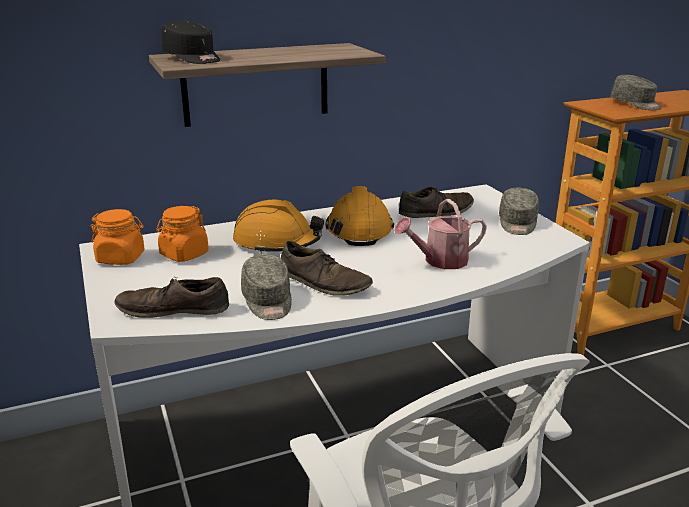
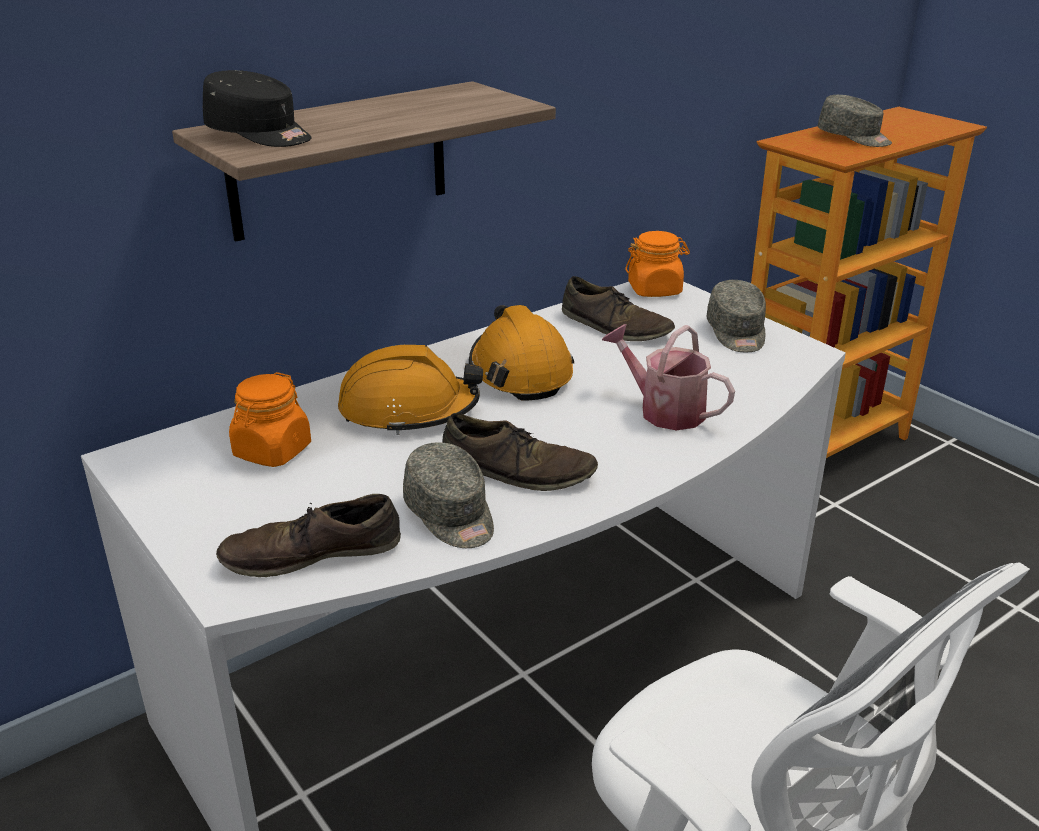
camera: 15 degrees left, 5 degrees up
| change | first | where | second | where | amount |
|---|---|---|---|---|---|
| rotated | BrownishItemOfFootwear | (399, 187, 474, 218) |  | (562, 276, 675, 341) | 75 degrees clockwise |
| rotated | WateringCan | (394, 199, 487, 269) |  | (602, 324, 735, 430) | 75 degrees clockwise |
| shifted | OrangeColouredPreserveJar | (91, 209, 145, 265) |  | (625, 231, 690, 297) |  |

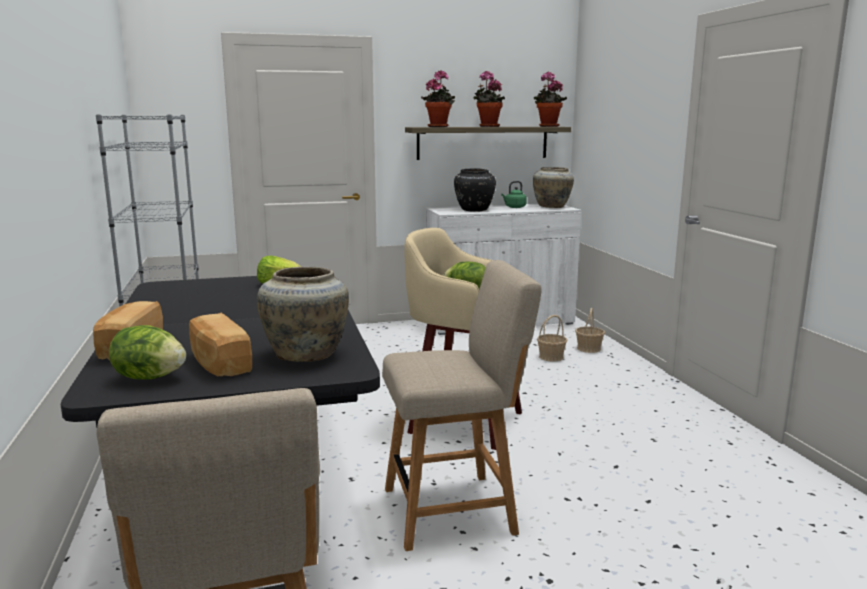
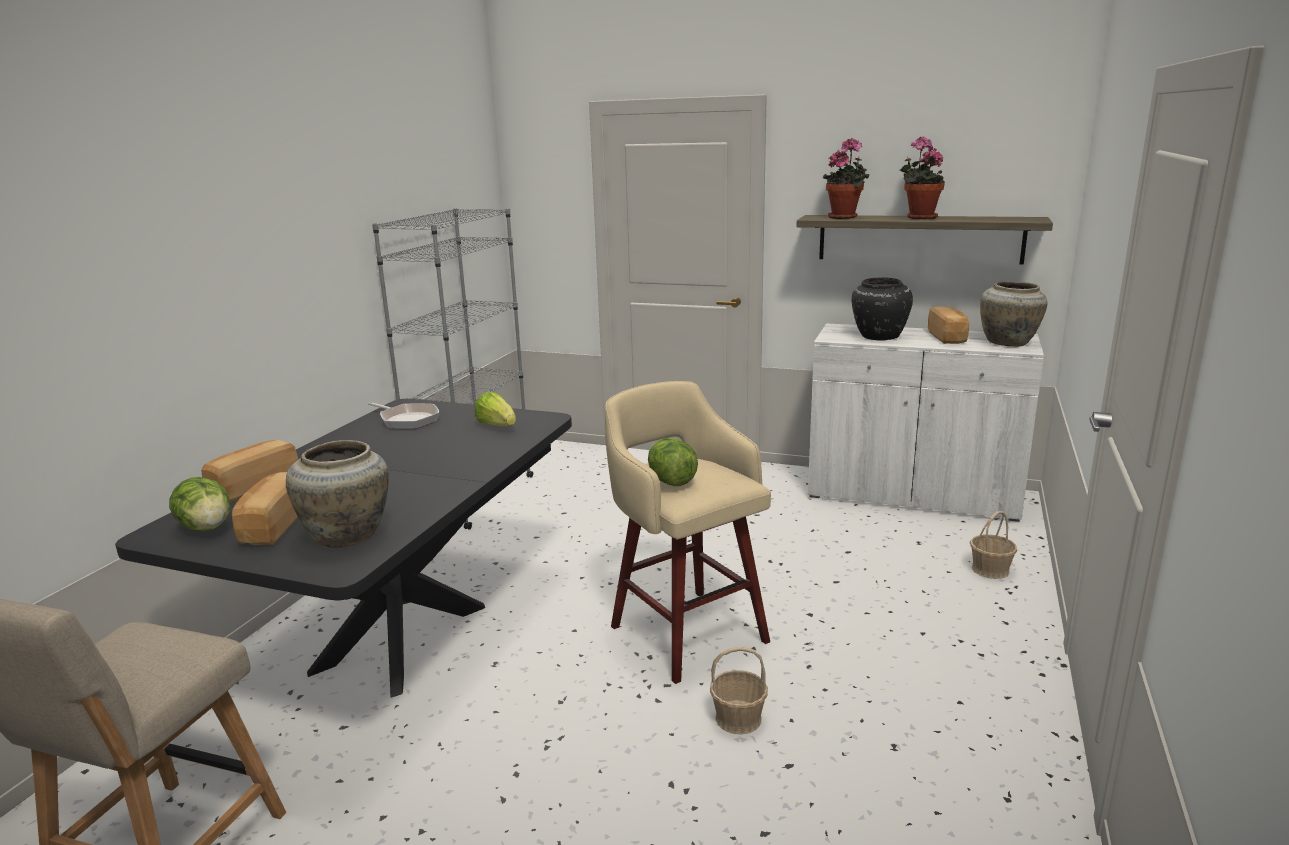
camera: 35 degrees right, 5 degrees up
| change | first | where | second | where | amount |
|---|---|---|---|---|---|
| new |  |  | Skillet | (368, 402, 439, 429) |  |
| shifted | HouseholdBasket | (537, 315, 567, 362) |  | (710, 647, 768, 735) |  |
| swapped | GreenColouredTeaKettle | (501, 181, 527, 208) | BakeryBread | (928, 306, 969, 344) |  |
| gone | BeigeColouredChair | (382, 260, 541, 551) |  |  |  |
| gone | PottedPlant | (534, 71, 567, 127) |  |  |  |

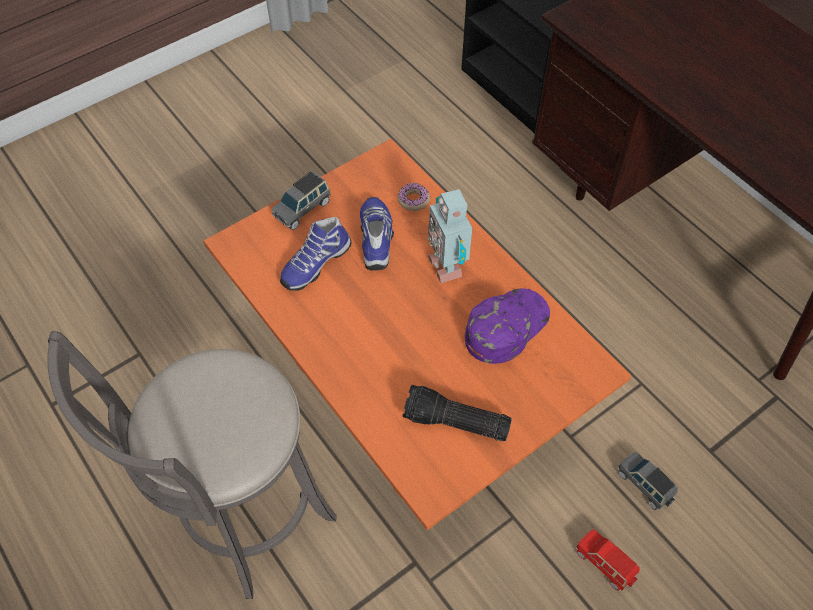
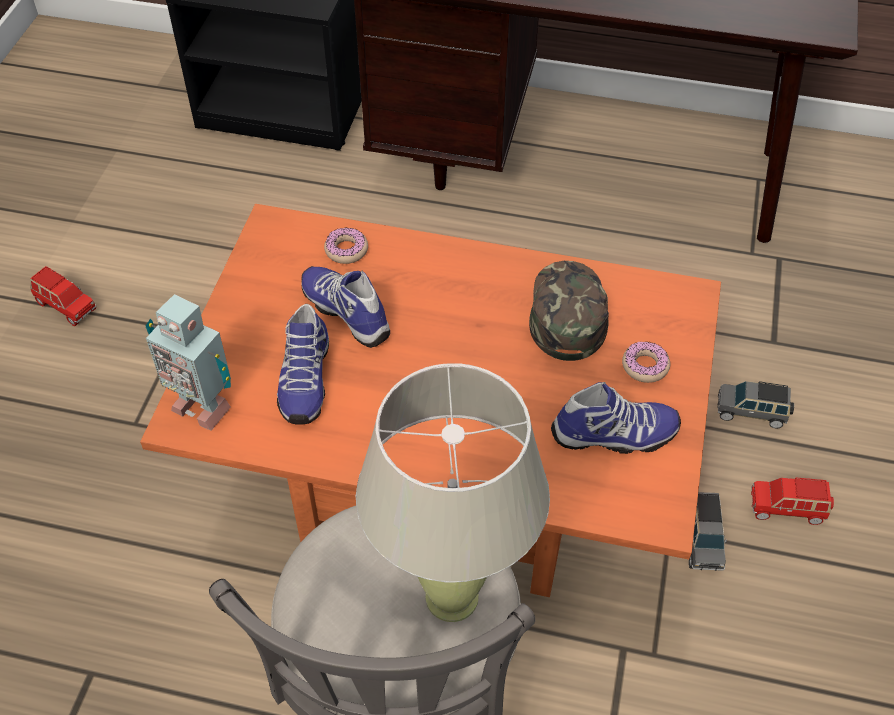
camera: 40 degrees left, 5 degrees down
| change | first | where | second | where | amount |
|---|---|---|---|---|---|
| new |  |  | ReddishModelCar | (30, 266, 96, 326) |  |
| shifted | ToyRobot | (427, 189, 472, 283) |  | (145, 294, 231, 431) |  |
| new |  |  | BeigeColouredTableLamp | (356, 364, 550, 622) |  |
| repainted | PurpleBaseballCap | (465, 288, 550, 364) | GreenColouredBaseballCap | (529, 261, 609, 361) |  |
| swapped | Torch | (402, 385, 512, 441) | ItemOfFootwear | (551, 382, 681, 454) |  |
| new |  |  | Doughnut | (622, 342, 670, 383) |  |
| shifted | GreyishModelCar | (272, 171, 331, 230) |  | (689, 492, 727, 571) |  |

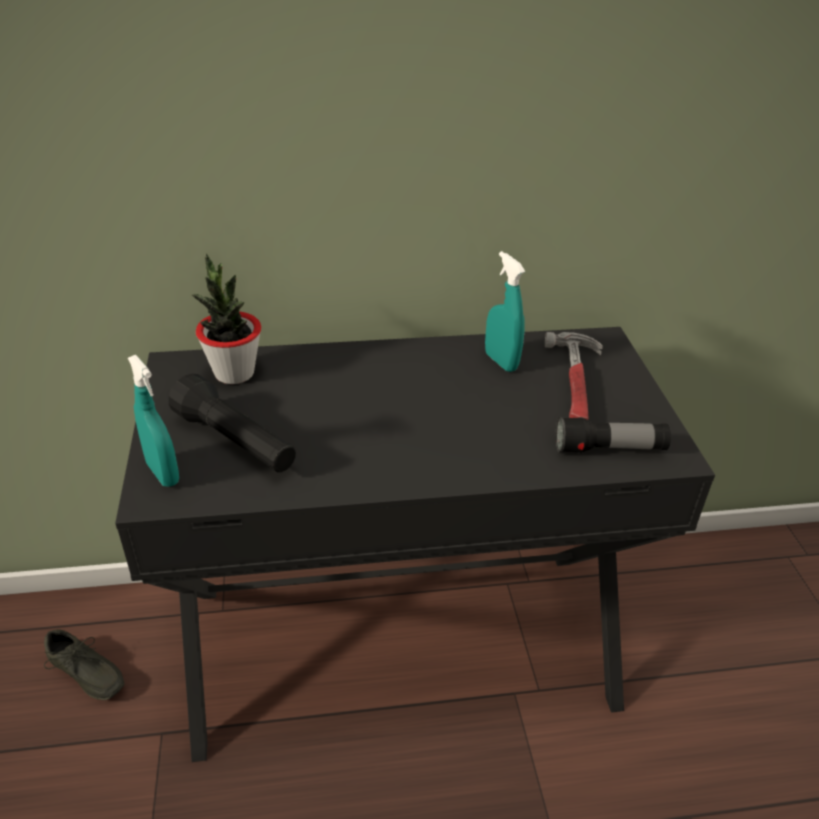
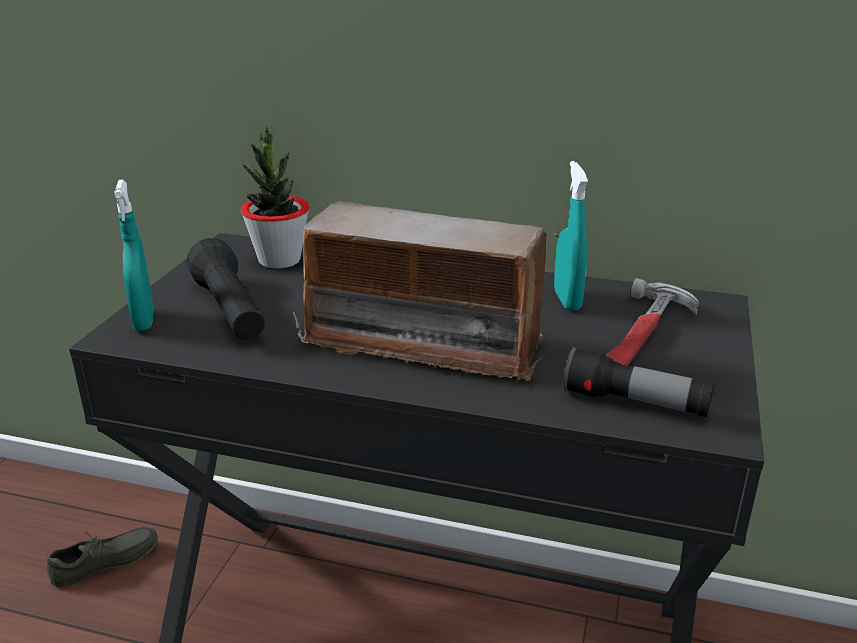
camera: 25 degrees right, 10 degrees down
| change | first | where | second | where | amount |
|---|---|---|---|---|---|
| rotated | GreyishItemOfFootwear | (44, 629, 125, 700) |  | (47, 527, 158, 588) | 90 degrees counterclockwise |
| new |  |  | RadioReceiver | (293, 201, 559, 381) |  |

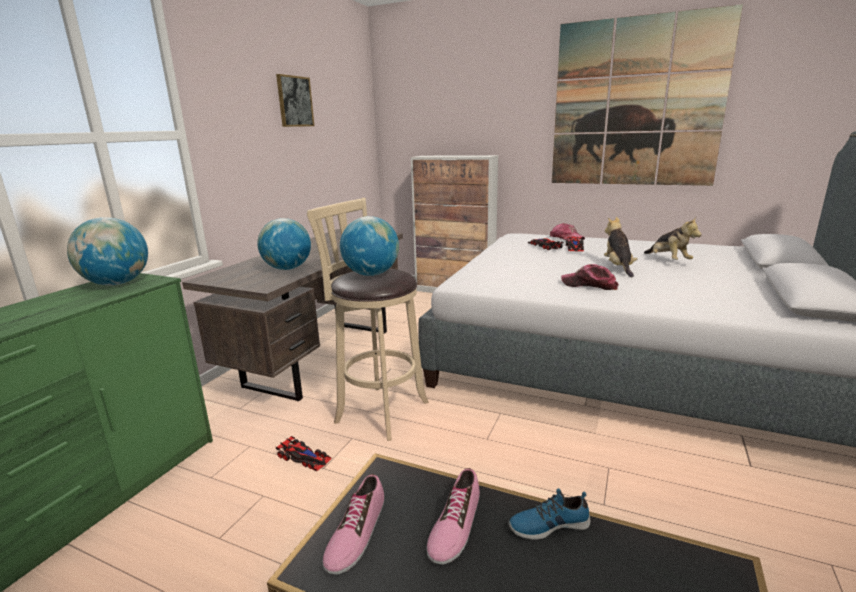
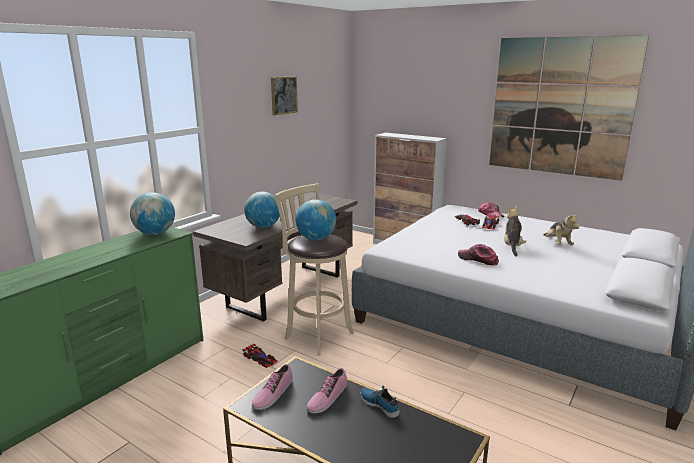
camera: 10 degrees right, 0 degrees up
| change | first | where | second | where | amount |
|---|---|---|---|---|---|
| rotated | ItemOfFootwear | (508, 488, 591, 540) |  | (360, 386, 400, 418) | 45 degrees clockwise |

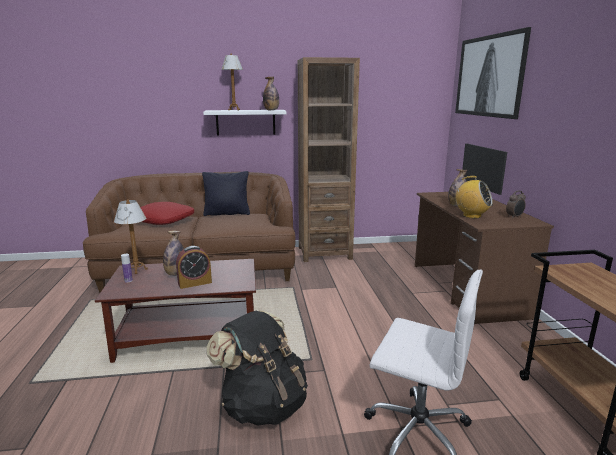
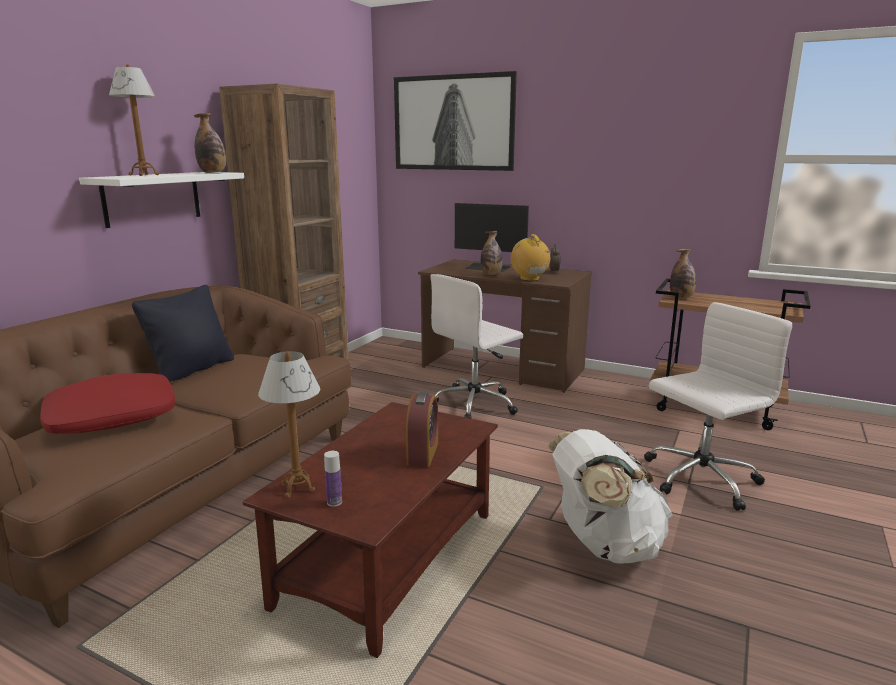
camera: 55 degrees left, 0 degrees up
| change | first | where | second | where | amount |
|---|---|---|---|---|---|
| new |  |  | WhiteDeskChair | (430, 274, 523, 419) |  |
| rotated | RadioReceiver | (454, 176, 493, 218) |  | (511, 234, 551, 281) | 90 degrees counterclockwise |
| repainted | BlackishRucksack | (207, 310, 308, 426) | WhiteRucksack | (548, 429, 673, 564) |  |
| shifted | BeverageBottle | (163, 231, 184, 276) |  | (670, 249, 696, 298) |  |

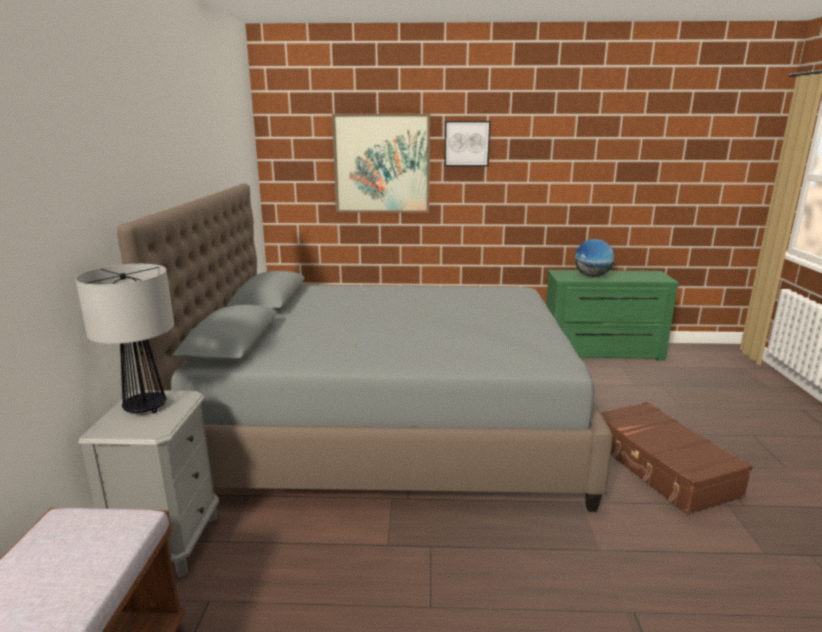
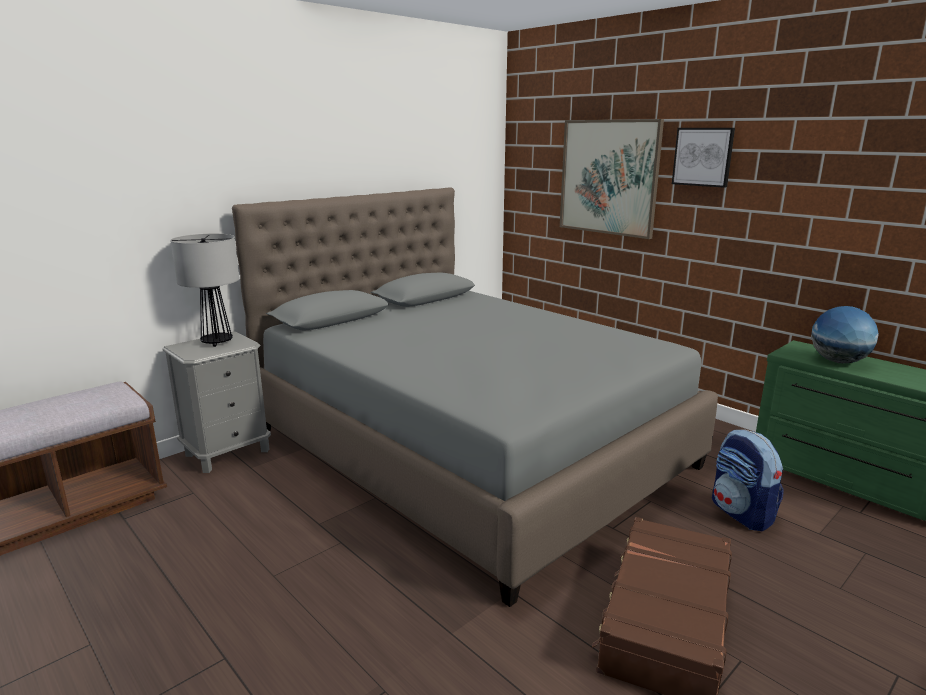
camera: 45 degrees right, 0 degrees up
| change | first | where | second | where | amount |
|---|---|---|---|---|---|
| new |  |  | Rucksack | (712, 430, 784, 531) |  |

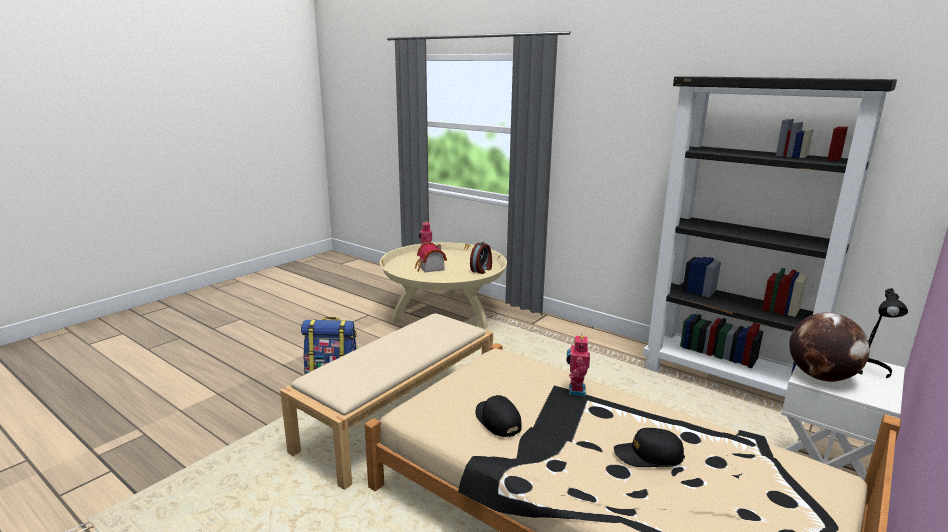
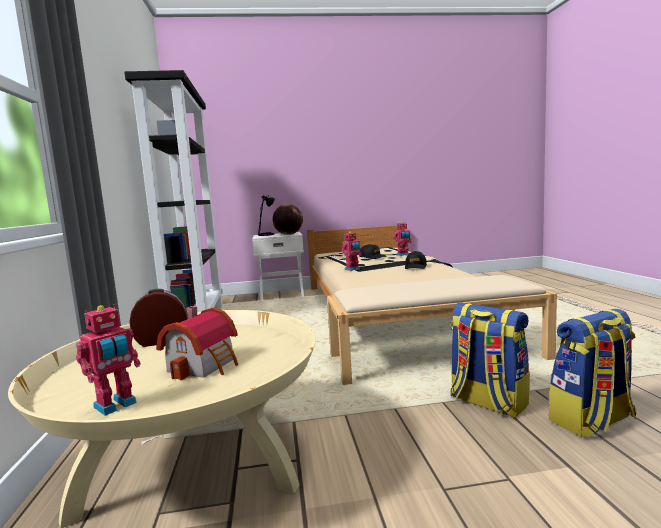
camera: 135 degrees left, 10 degrees down
| change | first | where | second | where | amount |
|---|---|---|---|---|---|
| new |  |  | ToyRobot | (394, 222, 412, 256) |  |
| new |  |  | Rucksack | (549, 309, 636, 437) |  |

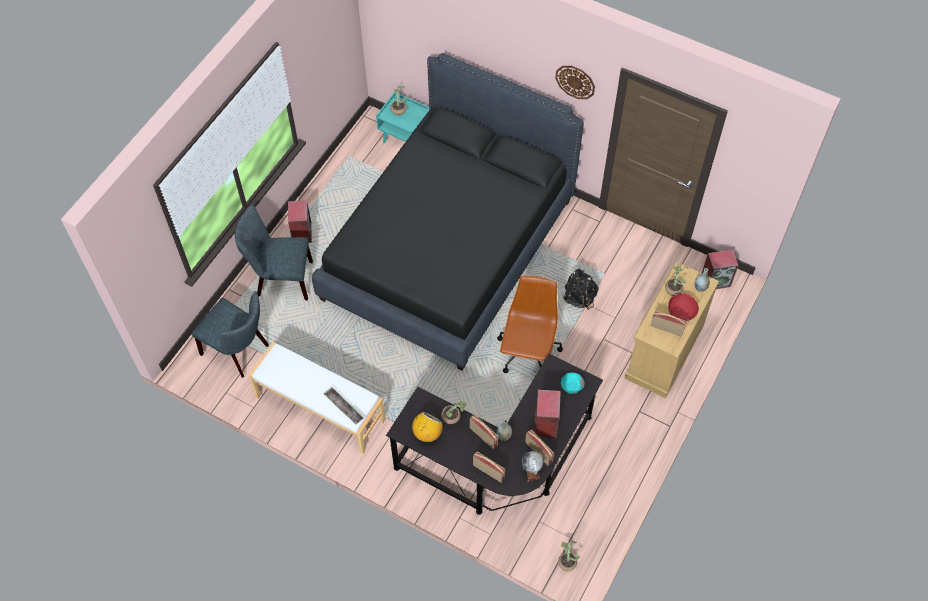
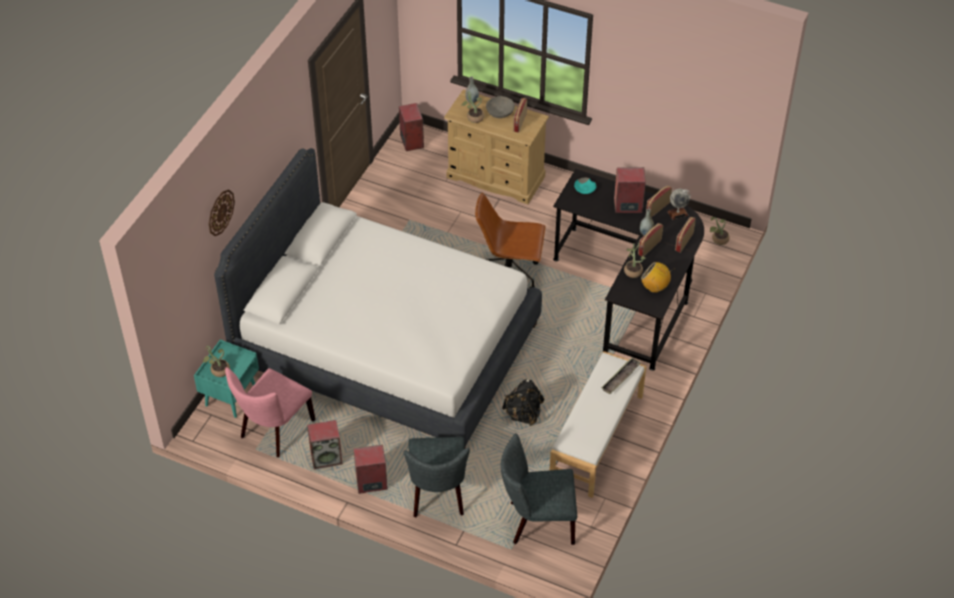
camera: 95 degrees left, 10 degrees down
| change | first | where | second | where | amount |
|---|---|---|---|---|---|
| shifted | ClockOnTheWall | (555, 66, 595, 99) |  | (209, 189, 235, 236) |  |
| repainted | BlackishSleepingBed | (312, 53, 584, 370) | WhiteSleepingBed | (214, 148, 542, 449) |  |
| new |  |  | PinkChair | (225, 367, 316, 457) |  |
| new |  |  | Loudspeaker | (307, 420, 343, 469) |  |
| repainted | ReddishServingBowl | (668, 293, 699, 321) | GreyishServingBowl | (486, 96, 515, 118) |  |
| rotated | GreyishChair | (191, 291, 269, 378) |  | (501, 433, 577, 545) | 120 degrees counterclockwise |
| shifted | BlackishRucksack | (563, 269, 599, 310) |  | (502, 379, 545, 426) |  |

